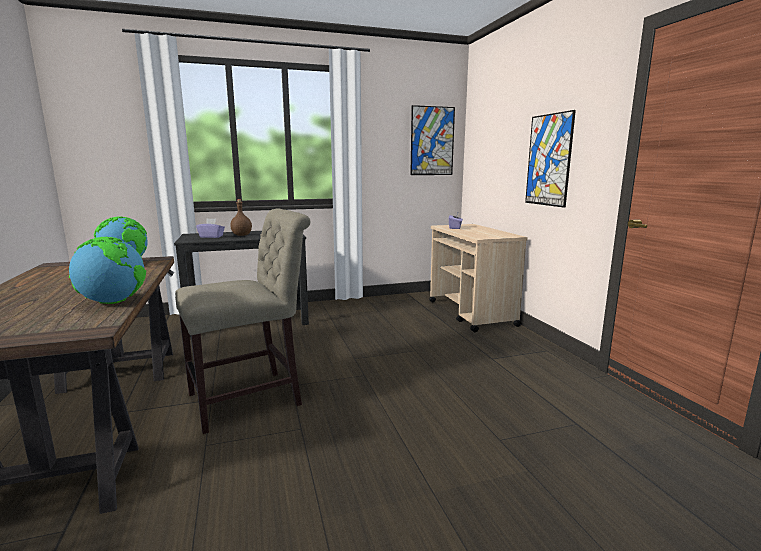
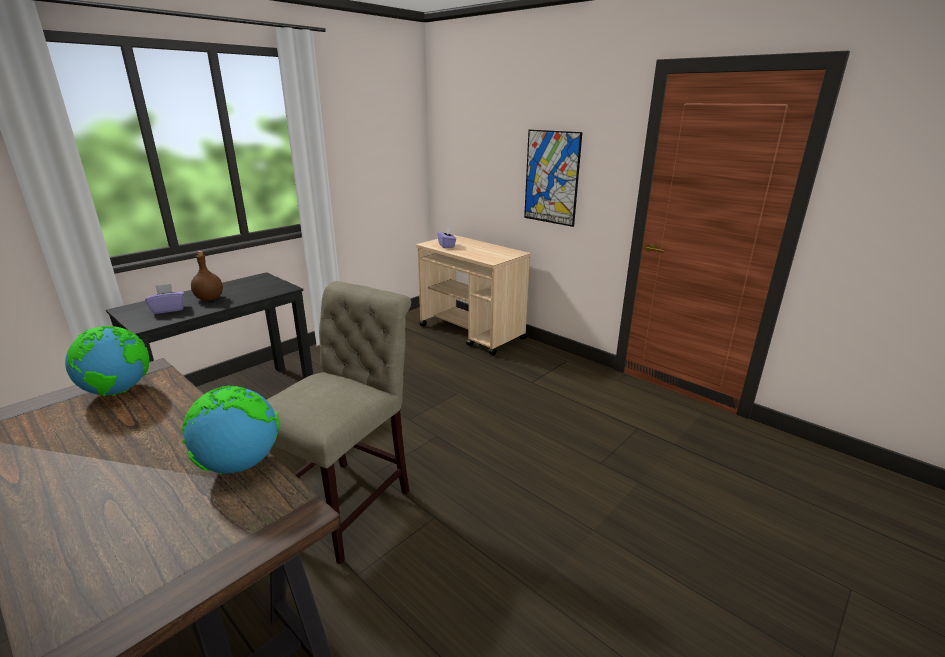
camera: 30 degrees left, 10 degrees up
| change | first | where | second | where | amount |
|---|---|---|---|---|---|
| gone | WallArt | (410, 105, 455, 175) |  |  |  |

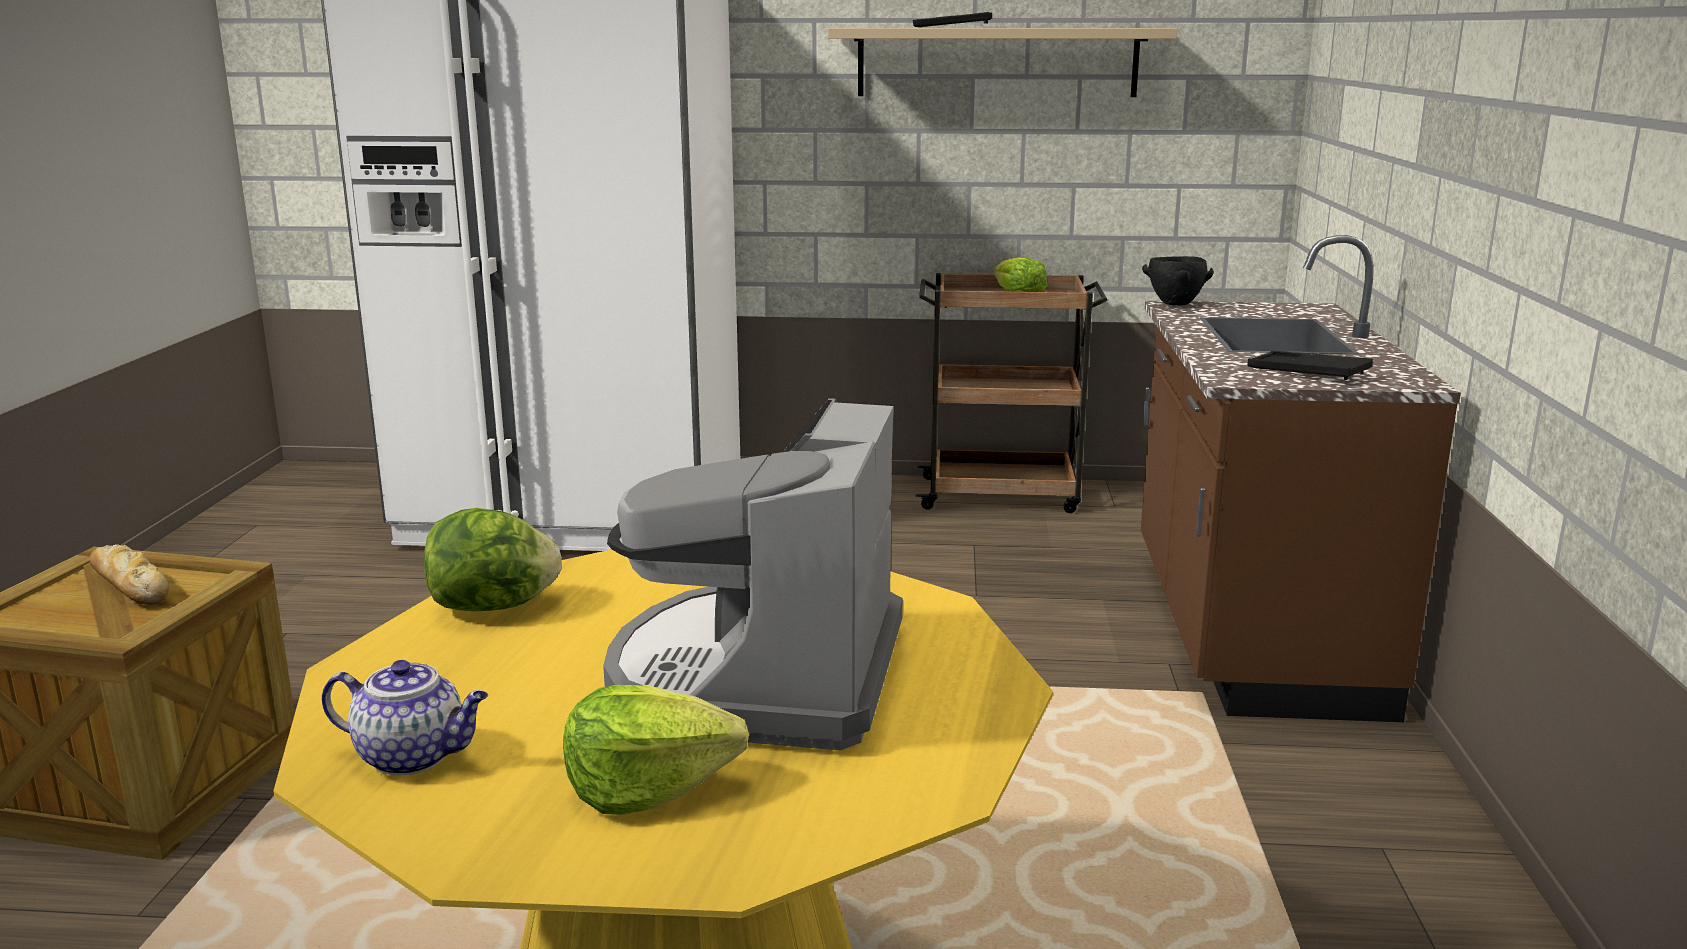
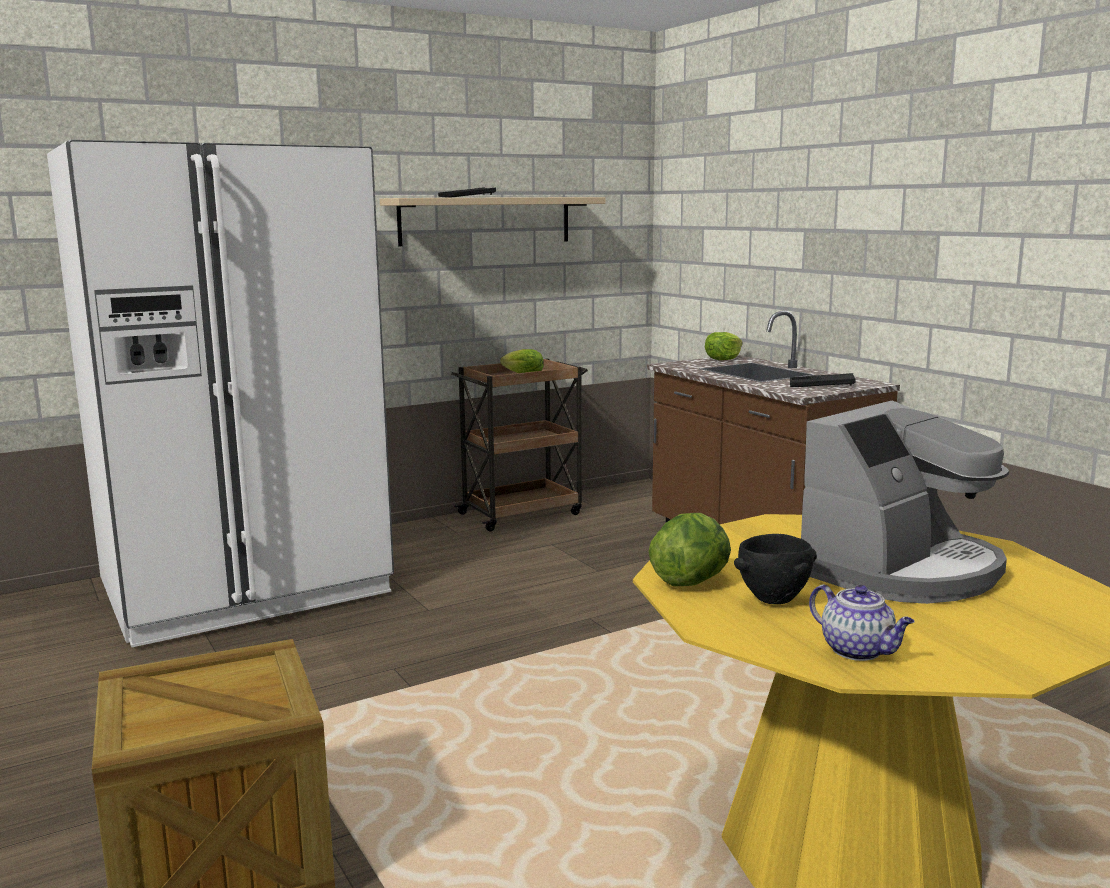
camera: 35 degrees left, 5 degrees down
| change | first | where | second | where | amount |
|---|---|---|---|---|---|
| shifted | HeadOfLettuce | (563, 685, 749, 815) |  | (705, 332, 742, 360) |  |
| shifted | BlackishServingBowl | (1142, 256, 1214, 305) |  | (734, 534, 817, 604) |  |
| rotated | CoffeeMachine | (603, 398, 903, 750) |  | (801, 401, 1009, 604) | 105 degrees counterclockwise |
| rotated | TeaPot | (322, 660, 488, 775) |  | (809, 584, 915, 661) | 75 degrees clockwise |
| gone | BakeryBread | (90, 544, 169, 605) |  |  |  |

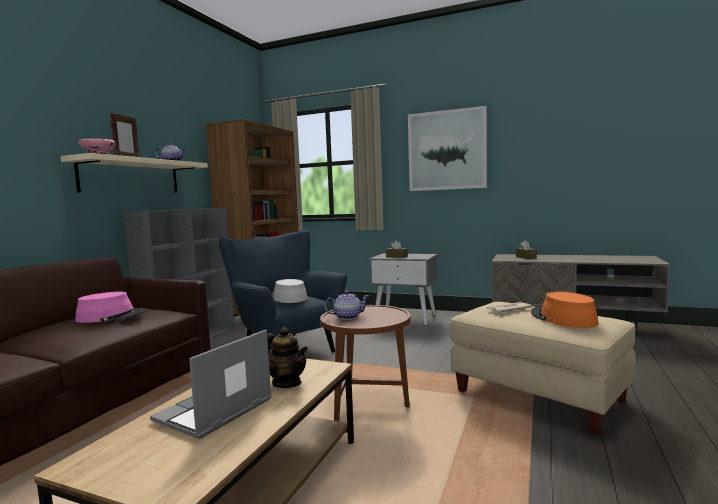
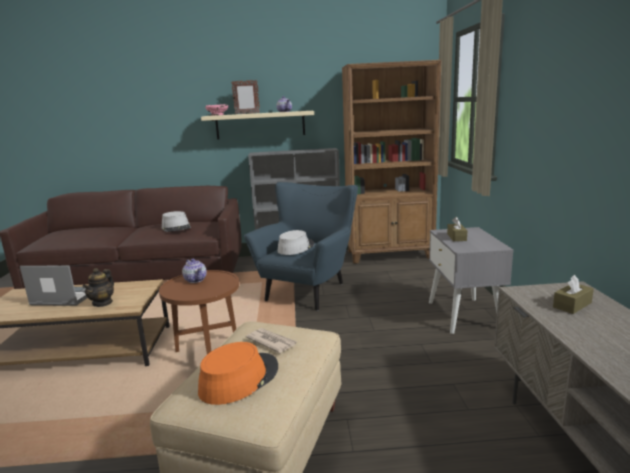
camera: 65 degrees right, 10 degrees up
| change | first | where | second | where | amount |
|---|---|---|---|---|---|
| repainted | PinkWearableHat | (75, 292, 146, 323) | GreyishWearableHat | (162, 211, 191, 232) |  |
| gone | WallArt | (408, 106, 487, 191) |  |  |  |

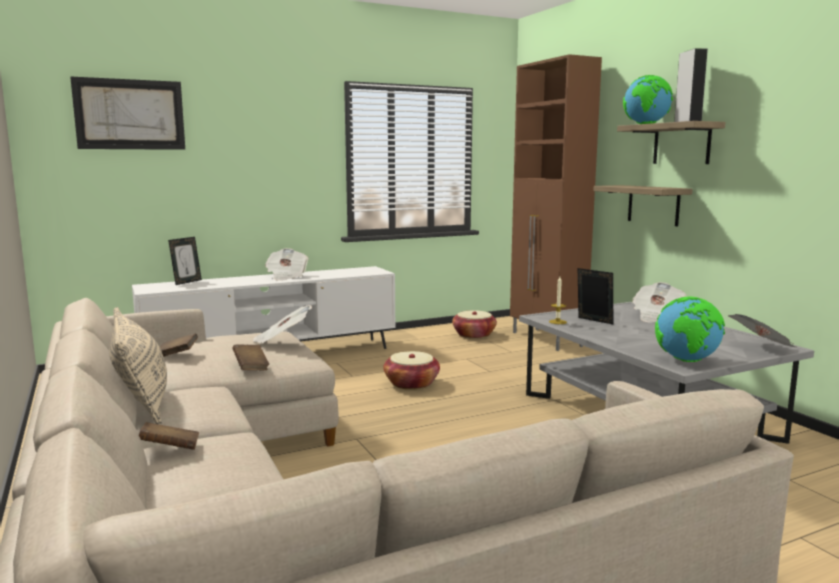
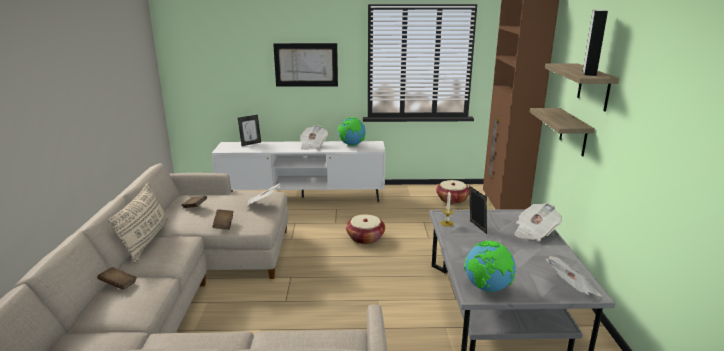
camera: 25 degrees right, 10 degrees up
| change | first | where | second | where | amount |
|---|---|---|---|---|---|
| shifted | WallArt | (70, 76, 185, 150) |  | (273, 43, 338, 87) |  |
| shifted | DeskGlobe | (623, 75, 673, 124) |  | (338, 117, 366, 146) |  |

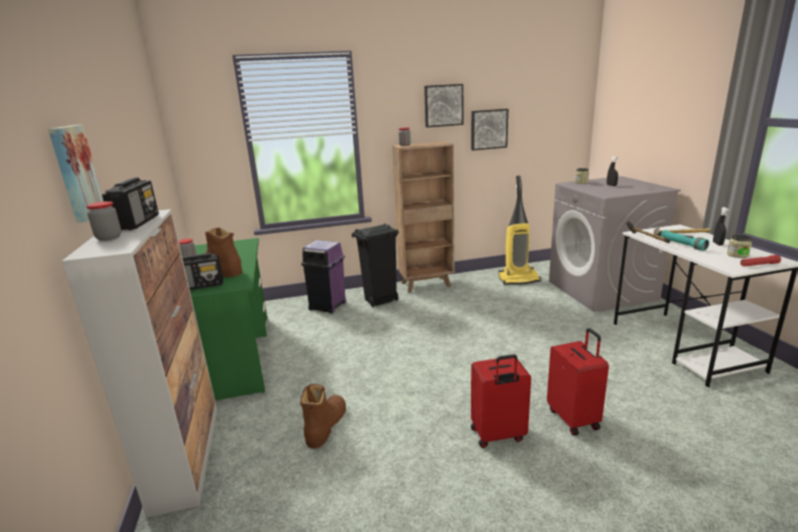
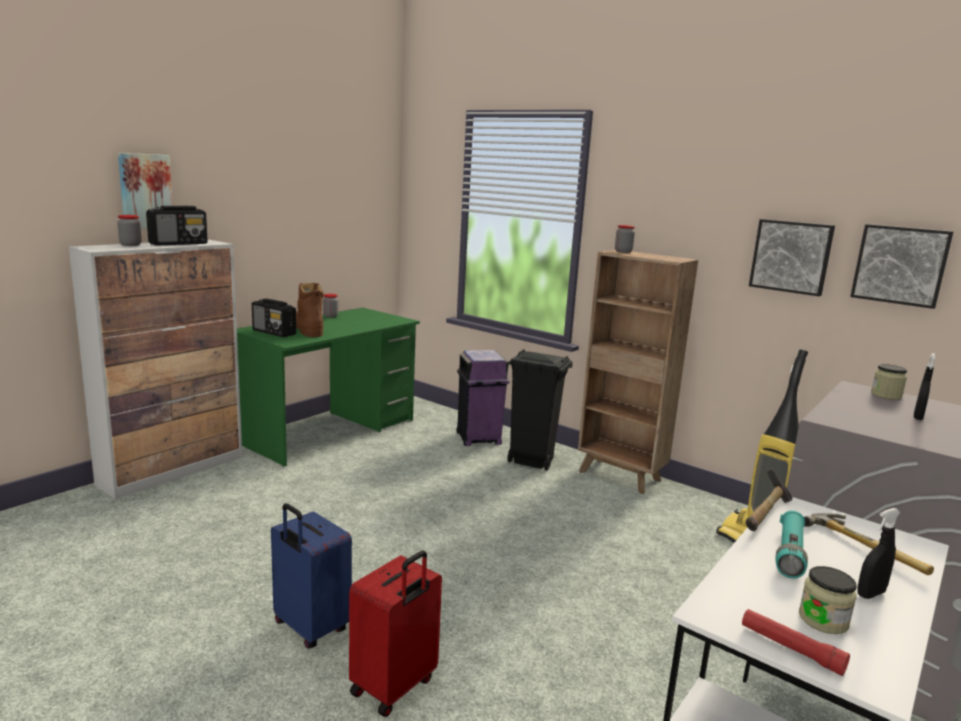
camera: 50 degrees right, 5 degrees down
| change | first | where | second | where | amount |
|---|---|---|---|---|---|
| repainted | ReddishPieceOfLuggage | (471, 354, 531, 448) | BluePieceOfLuggage | (271, 503, 352, 648) |  |
| shifted | WallArt | (424, 84, 463, 127) |  | (850, 224, 954, 309) |  |
| gone | BrownishBoot | (300, 384, 346, 449) |  |  |  |

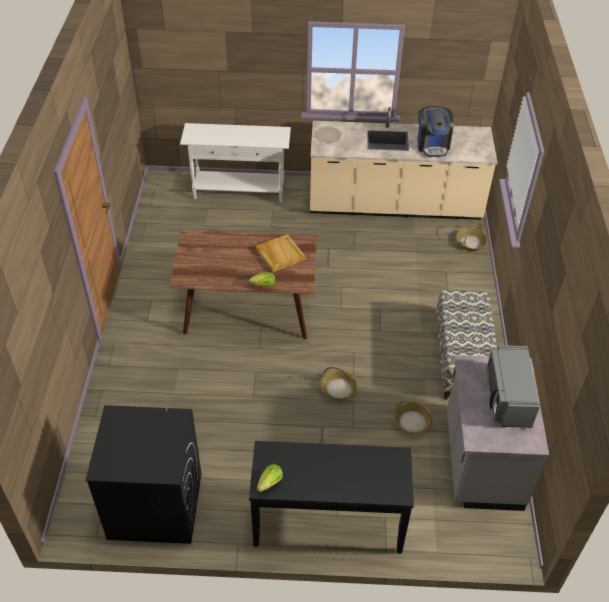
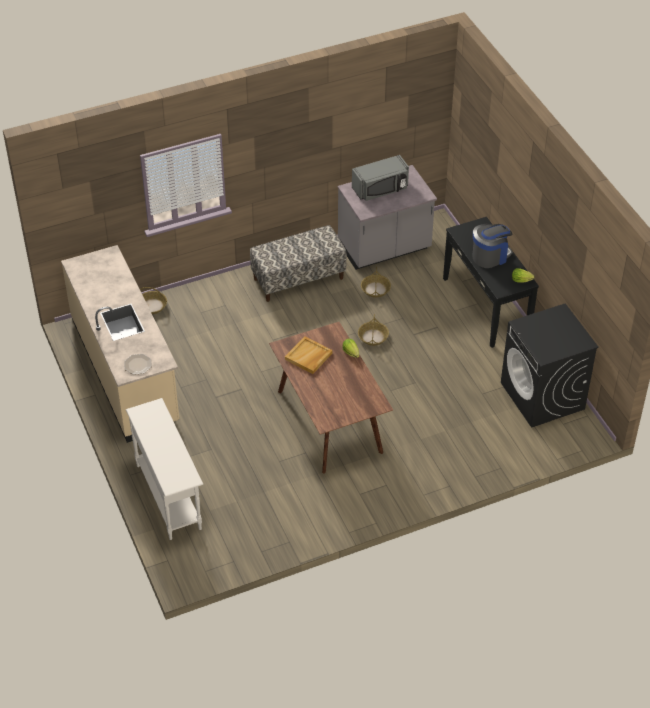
camera: 115 degrees left, 0 degrees up
| change | first | where | second | where | amount |
|---|---|---|---|---|---|
| shifted | CoffeeMachine | (417, 106, 454, 157) |  | (472, 224, 513, 268) |  |

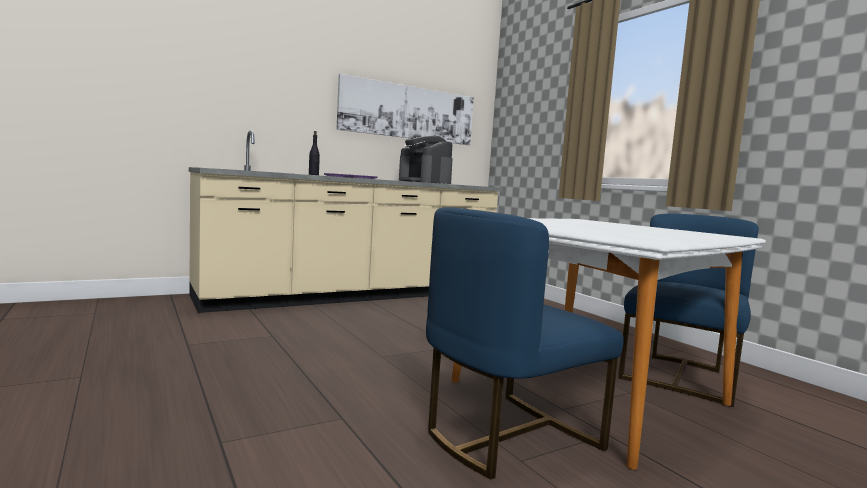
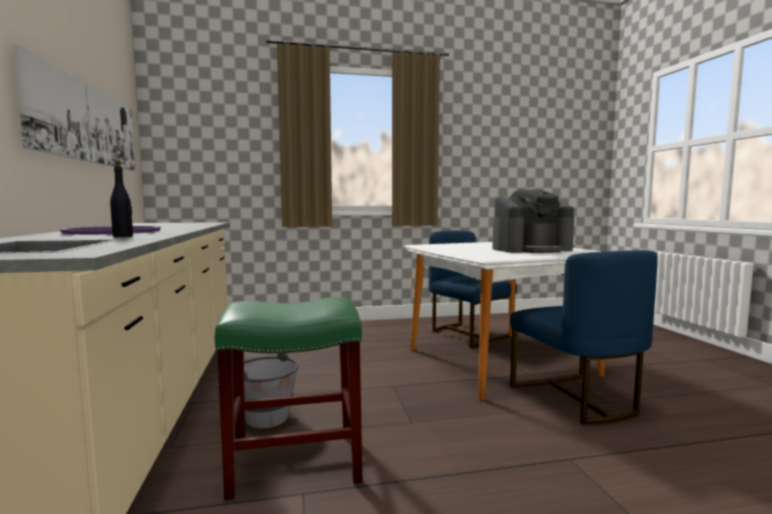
camera: 70 degrees left, 0 degrees up
| change | first | where | second | where | amount |
|---|---|---|---|---|---|
| new |  |  | GreenColouredStoolSeat | (215, 297, 363, 501) |  |
| new |  |  | GreyishPail | (215, 353, 299, 429) |  |
| shifted | CoffeeMachine | (399, 136, 453, 184) |  | (492, 189, 574, 253) |  |

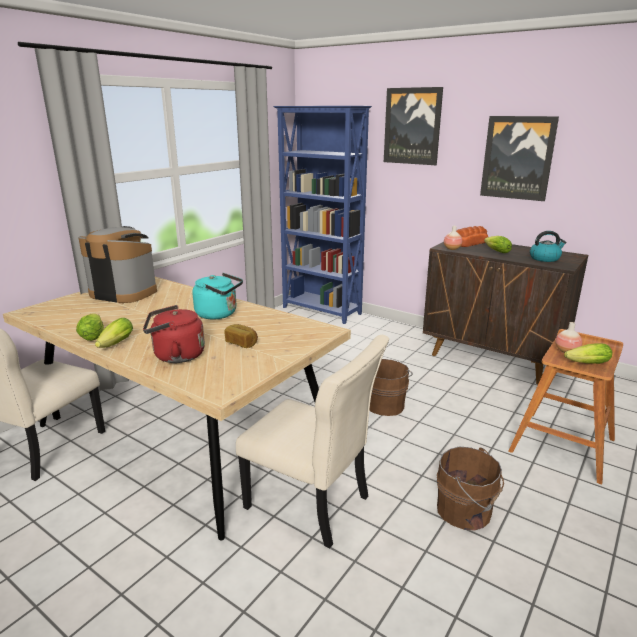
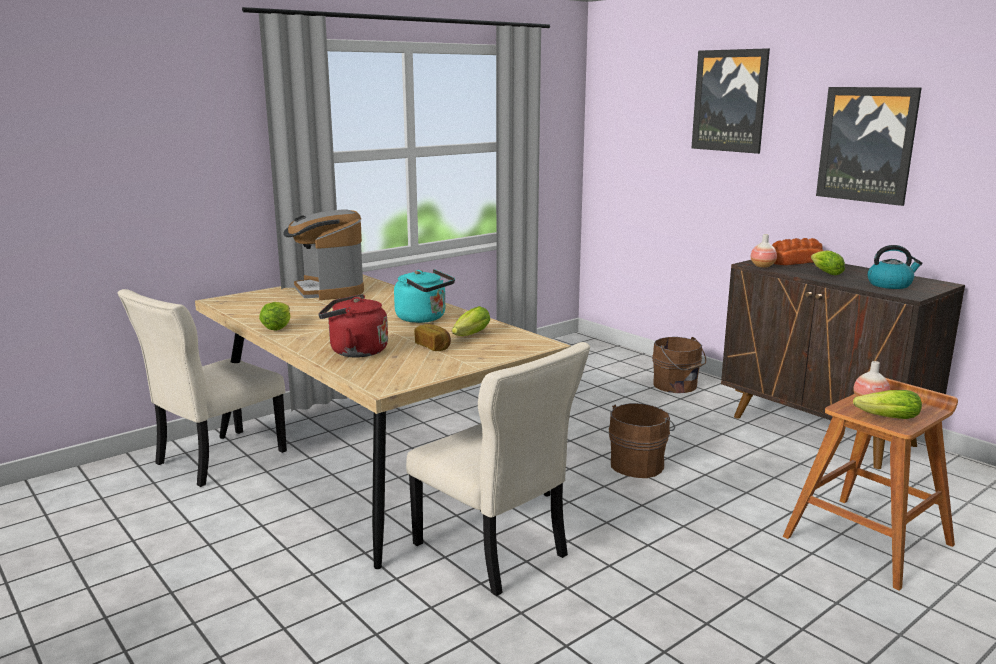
camera: 15 degrees right, 5 degrees down
| change | first | where | second | where | amount |
|---|---|---|---|---|---|
| rotated | CoffeeMachine | (78, 226, 157, 303) |  | (283, 209, 364, 300) | 150 degrees counterclockwise |
| shifted | HeadOfLettuce | (95, 318, 133, 348) |  | (452, 306, 490, 336) |  |
| shifted | BrownishPail | (437, 447, 504, 531) |  | (652, 337, 706, 393) |  |
| gone | BlueBookcase | (273, 106, 372, 324) |  |  |  |

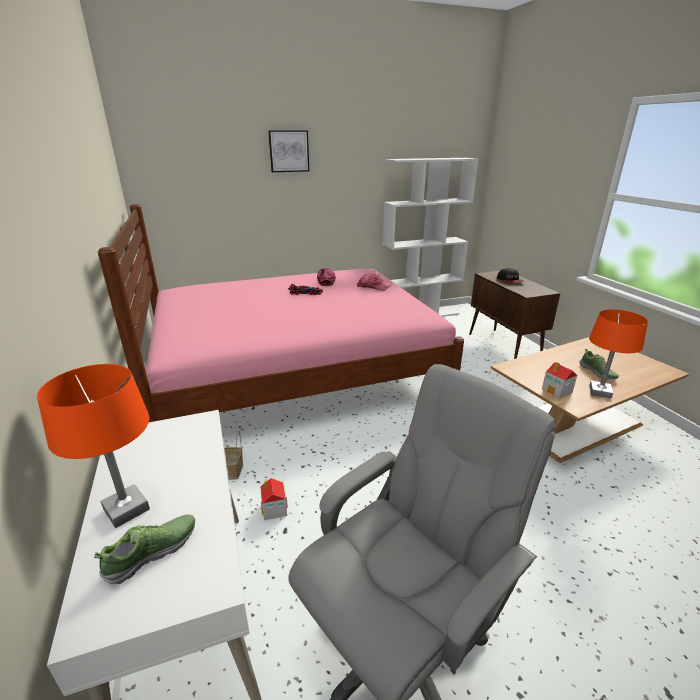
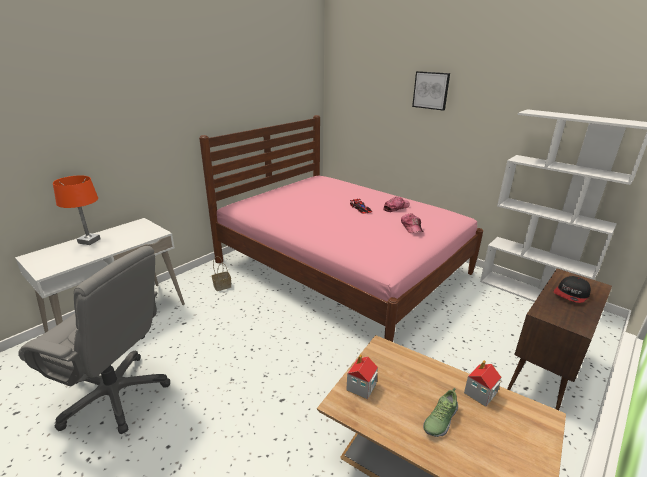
camera: 60 degrees right, 0 degrees up
| change | first | where | second | where | amount |
|---|---|---|---|---|---|
| shifted | ToyHouse | (260, 478, 288, 520) |  | (464, 360, 501, 407) |  |
| gone | ItemOfFootwear | (94, 514, 195, 584) |  |  |  |
| gone | OrangeColouredTableLamp | (589, 309, 648, 398) |  |  |  |

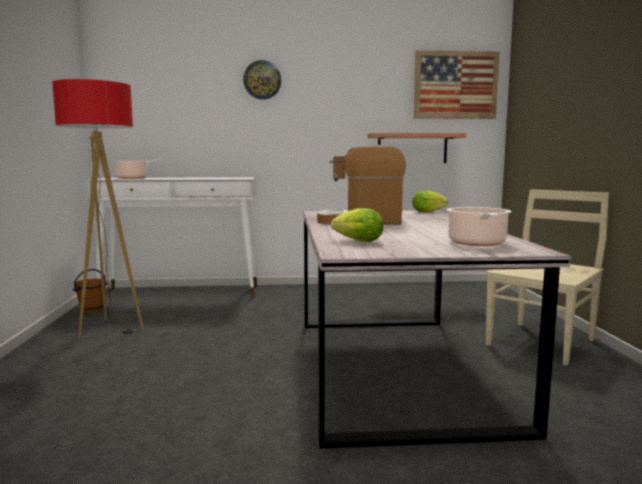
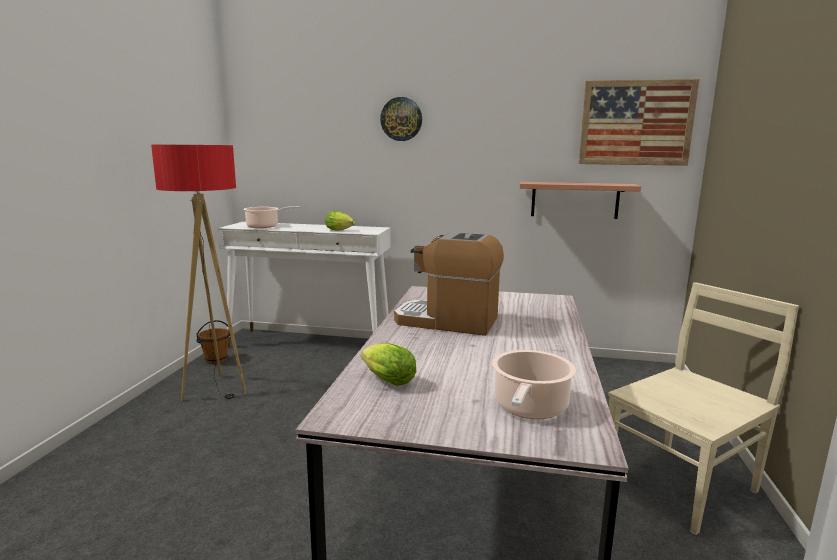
camera: 15 degrees right, 5 degrees up
| change | first | where | second | where | amount |
|---|---|---|---|---|---|
| shifted | HeadOfLettuce | (413, 190, 448, 212) |  | (325, 211, 355, 231) |  |

